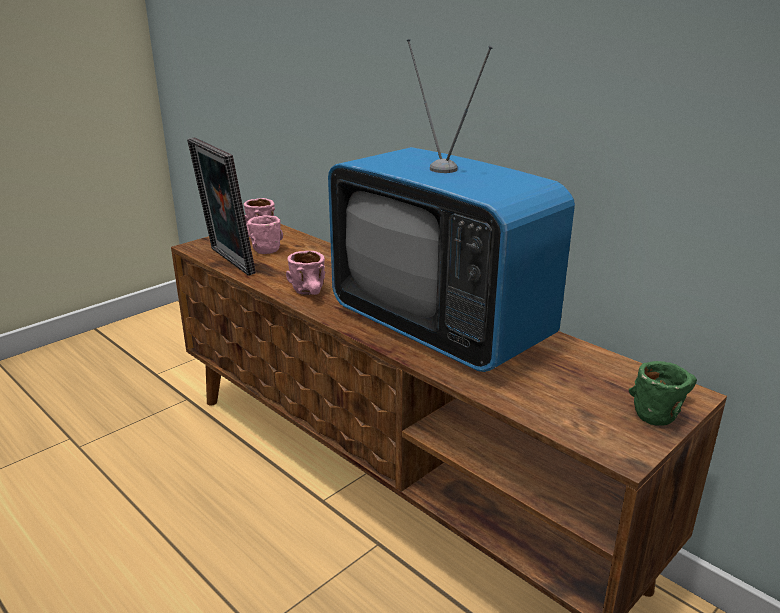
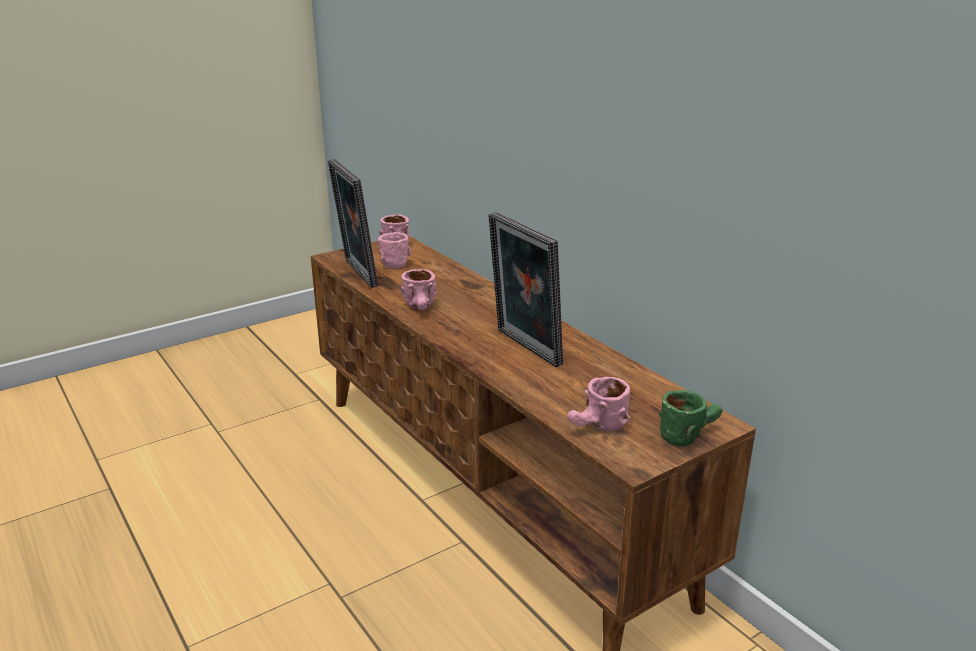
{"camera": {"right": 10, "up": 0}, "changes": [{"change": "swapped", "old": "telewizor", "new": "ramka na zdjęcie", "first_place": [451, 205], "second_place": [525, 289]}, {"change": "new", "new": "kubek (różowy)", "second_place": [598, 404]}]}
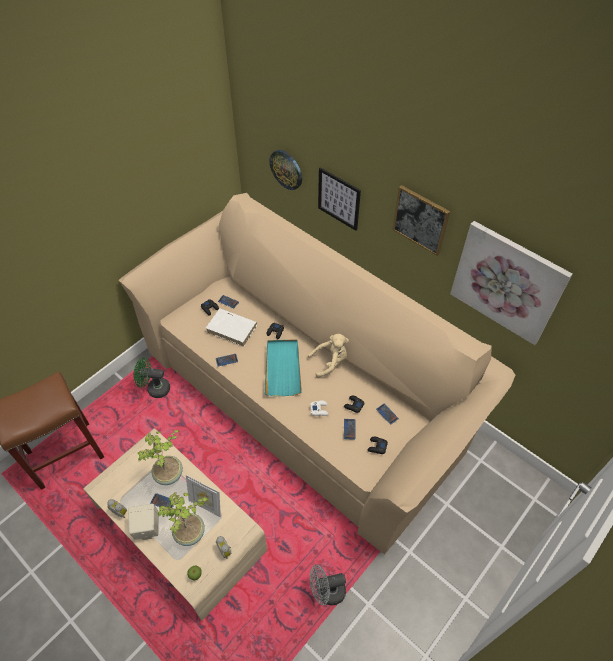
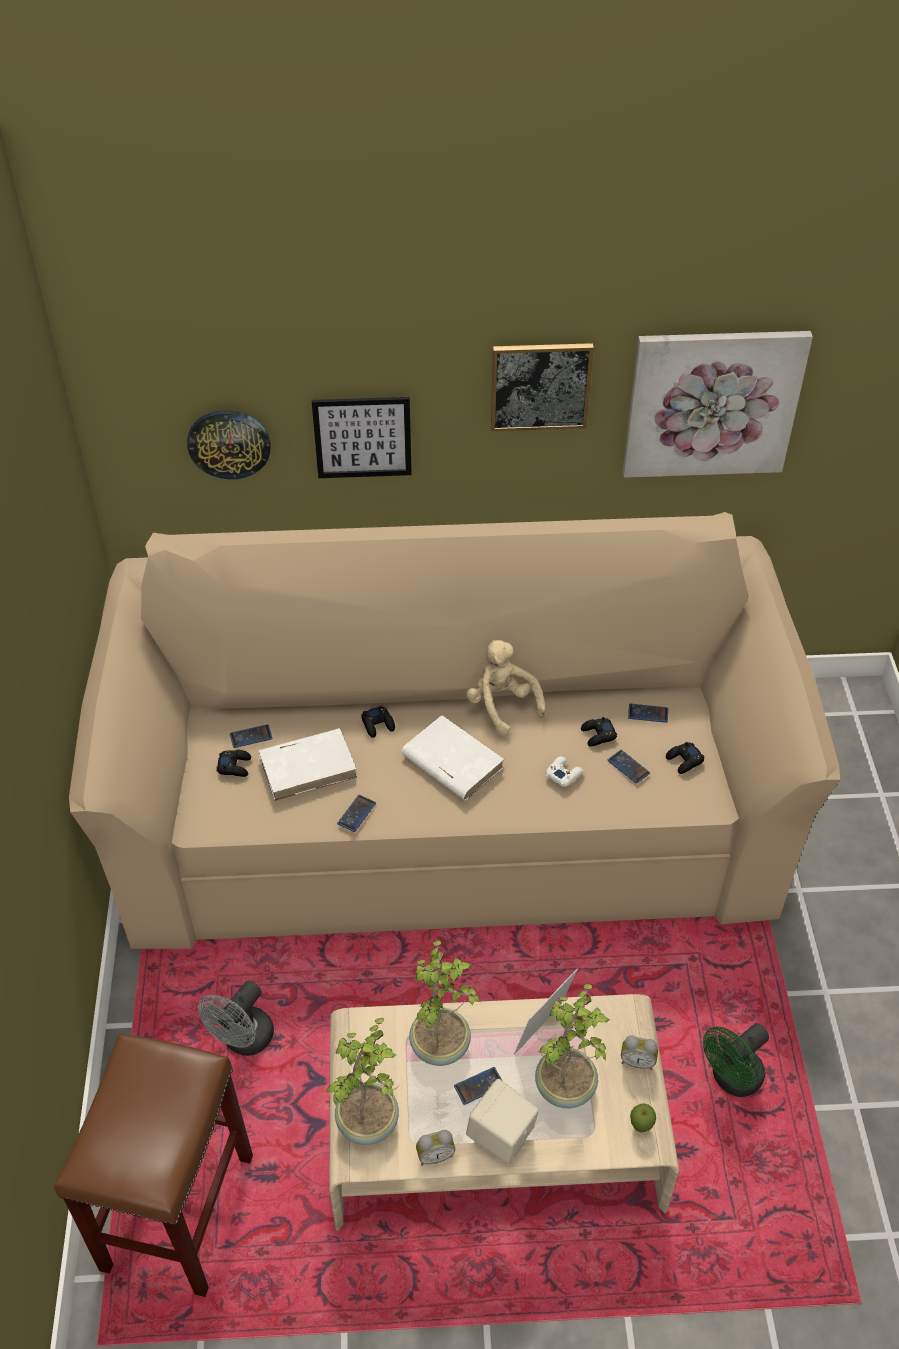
{"camera": {"right": -45, "up": -5}, "changes": [{"change": "shifted", "old": "wentylator (zielony)", "first_place": [152, 377], "second_place": [736, 1060]}, {"change": "rotated", "old": "ramka na zdjęcie", "first_place": [203, 496], "second_place": [546, 1011], "degrees": 150}, {"change": "swapped", "old": "taca (turkusowy)", "new": "książka (biały)", "first_place": [283, 368], "second_place": [452, 757]}, {"change": "rotated", "old": "pluszak (beżowy)", "first_place": [328, 356], "second_place": [506, 687], "degrees": -60}, {"change": "shifted", "old": "wentylator (szary)", "first_place": [328, 585], "second_place": [236, 1018]}, {"change": "new", "new": "roślina doniczkowa", "second_place": [363, 1081]}]}
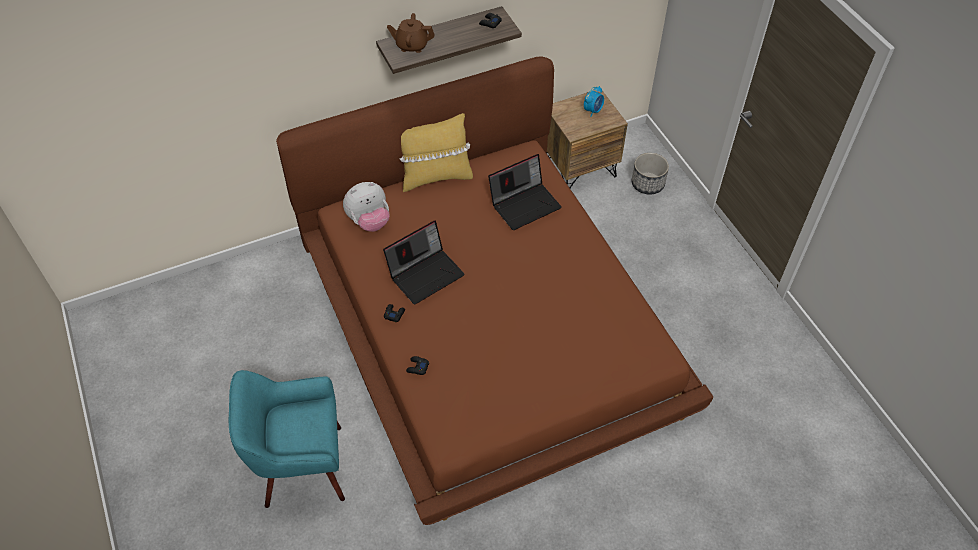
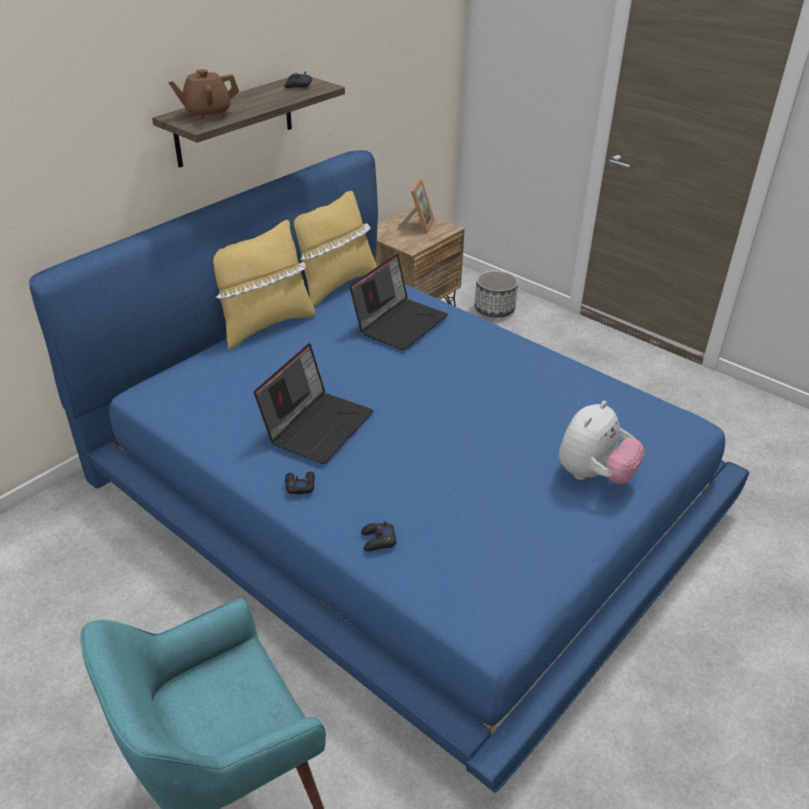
{"camera": {"right": -25, "up": -15}, "changes": [{"change": "repainted", "old": "łóżko (brązowy)", "new": "łóżko (niebieski)", "first_place": [494, 290], "second_place": [389, 471]}, {"change": "shifted", "old": "pluszak", "first_place": [366, 207], "second_place": [602, 442]}, {"change": "swapped", "old": "budzik", "new": "ramka na zdjęcie", "first_place": [594, 101], "second_place": [416, 206]}, {"change": "new", "new": "poduszka (żółty)", "second_place": [335, 248]}]}
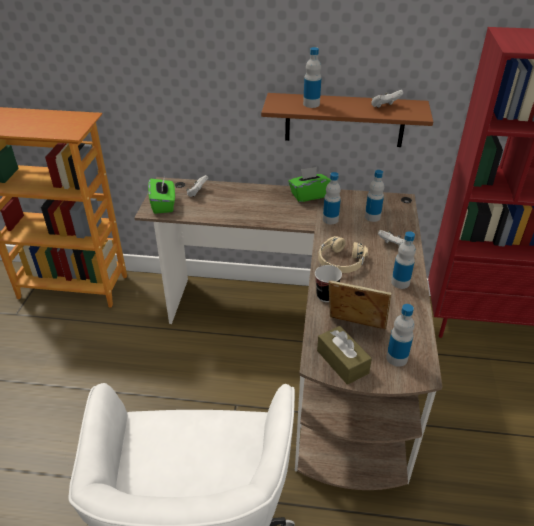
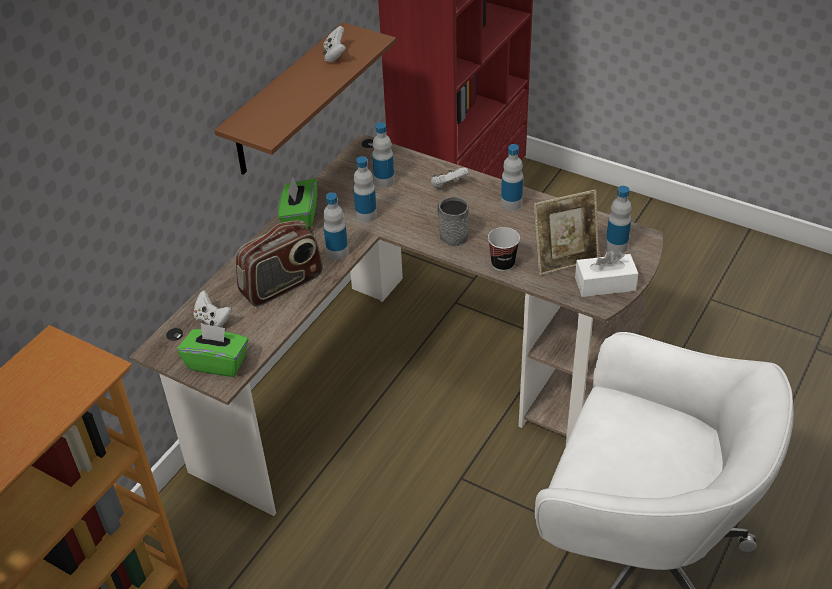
{"camera": {"right": -65, "up": 5}, "changes": [{"change": "shifted", "old": "butelka", "first_place": [312, 77], "second_place": [335, 226]}, {"change": "repainted", "old": "pudełko chusteczek (brązowy)", "new": "pudełko chusteczek (biały)", "first_place": [344, 355], "second_place": [607, 273]}, {"change": "swapped", "old": "słuchawki (beżowy)", "new": "kubek (szary)", "first_place": [343, 254], "second_place": [453, 221]}, {"change": "rotated", "old": "ramka na zdjęcie", "first_place": [359, 305], "second_place": [566, 232], "degrees": -150}, {"change": "new", "new": "radio", "second_place": [279, 263]}]}
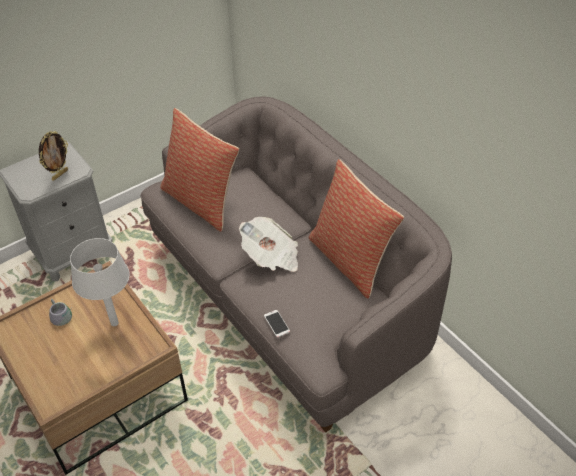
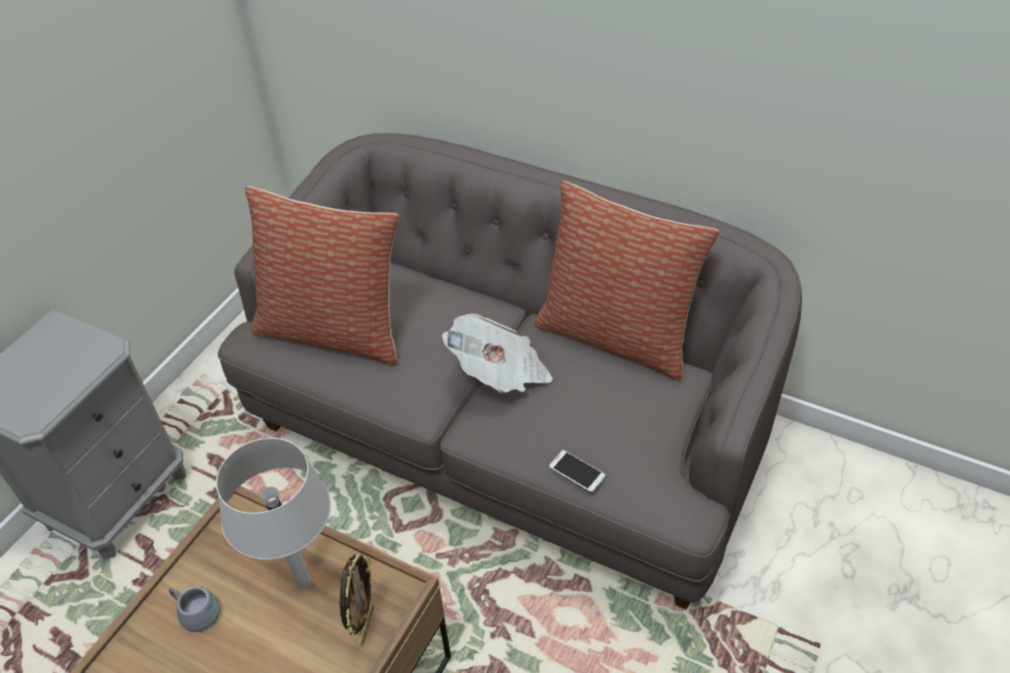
{"camera": {"right": -25, "up": 0}, "changes": [{"change": "shifted", "old": "ramka na zdjęcie", "first_place": [53, 156], "second_place": [357, 600]}]}
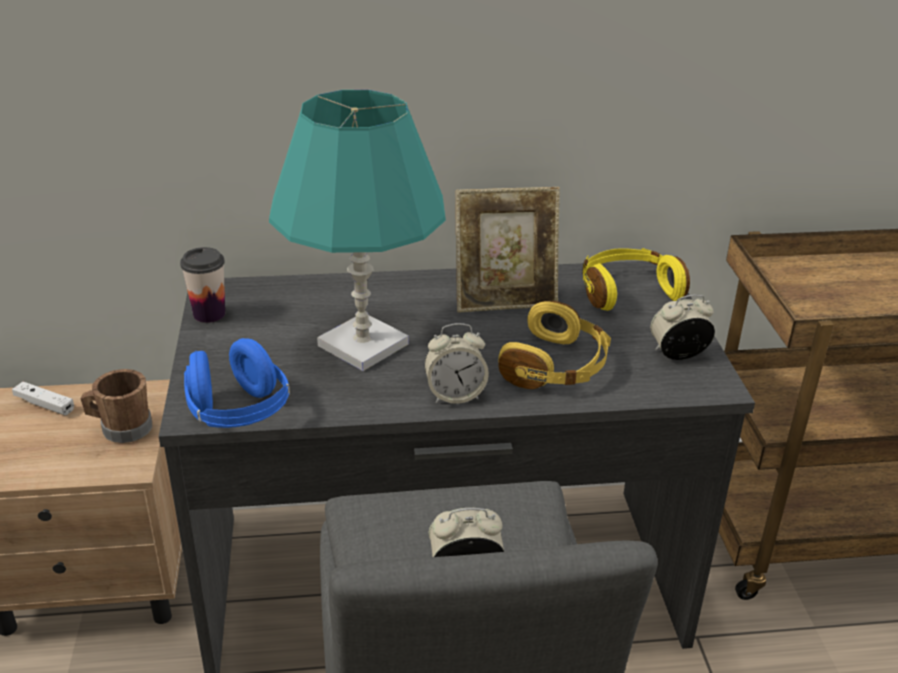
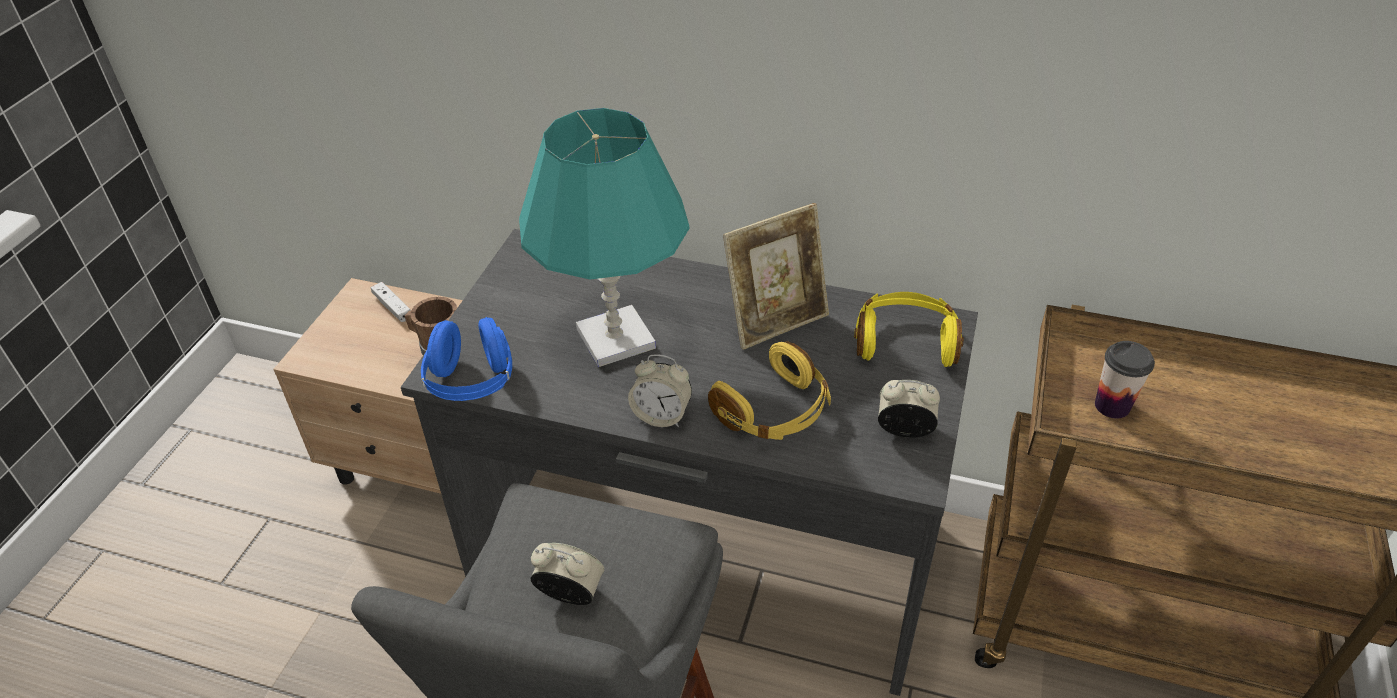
{"camera": {"right": 25, "up": 10}, "changes": [{"change": "shifted", "old": "filiżanka", "first_place": [202, 285], "second_place": [1125, 380]}, {"change": "rotated", "old": "ramka na zdjęcie", "first_place": [507, 249], "second_place": [776, 276], "degrees": -45}]}
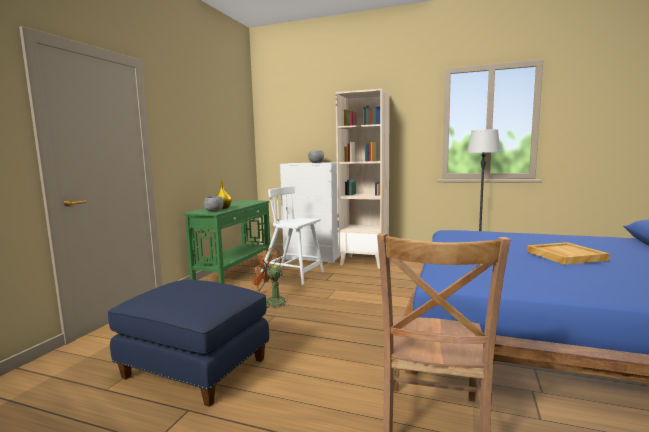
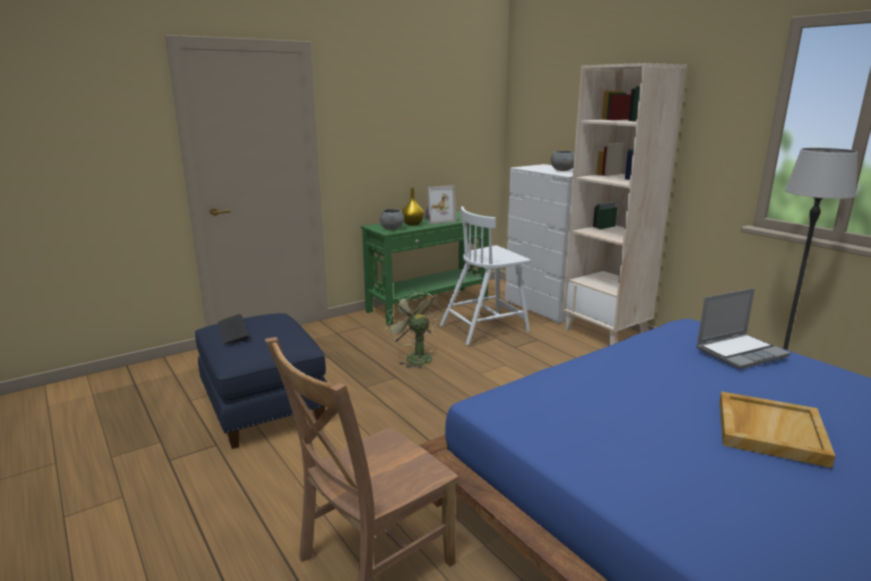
{"camera": {"right": 35, "up": 10}, "changes": [{"change": "repainted", "old": "wentylator (pomarańczowy)", "new": "wentylator (zielony)", "first_place": [268, 277], "second_place": [412, 329]}, {"change": "rotated", "old": "krzesło (biały)", "first_place": [292, 235], "second_place": [485, 275], "degrees": -90}, {"change": "new", "new": "klawiatura", "second_place": [233, 329]}, {"change": "new", "new": "ramka na zdjęcie", "second_place": [439, 204]}, {"change": "new", "new": "laptop", "second_place": [743, 328]}]}
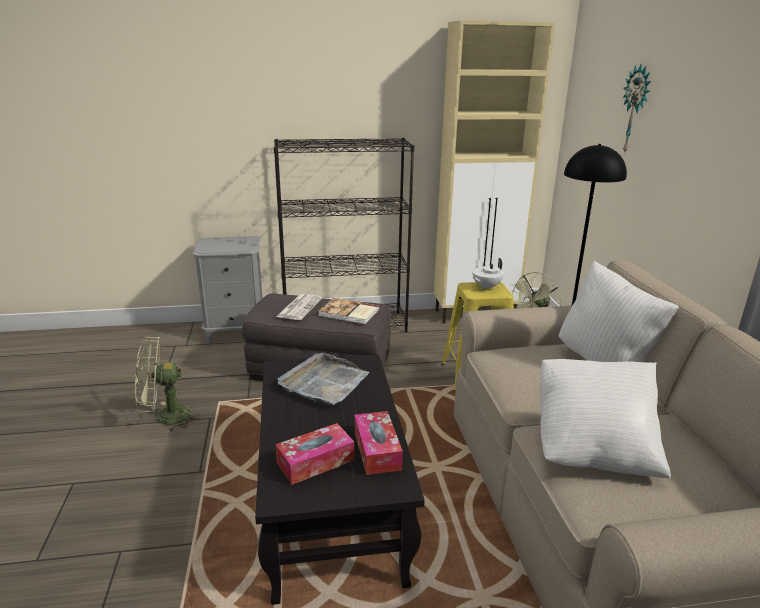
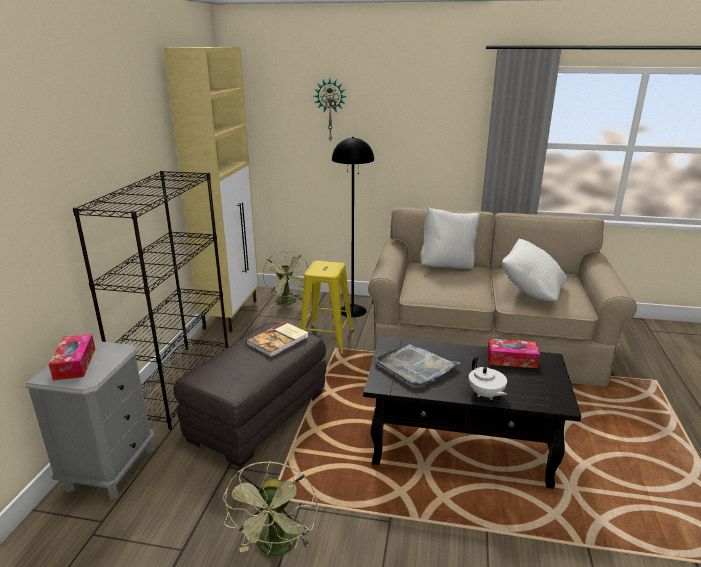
{"camera": {"right": -70, "up": 0}, "changes": [{"change": "gone", "old": "gazeta", "first_place": [299, 307]}, {"change": "shifted", "old": "pudełko chusteczek", "first_place": [315, 454], "second_place": [72, 357]}, {"change": "shifted", "old": "imbryk (biały)", "first_place": [488, 273], "second_place": [488, 378]}]}
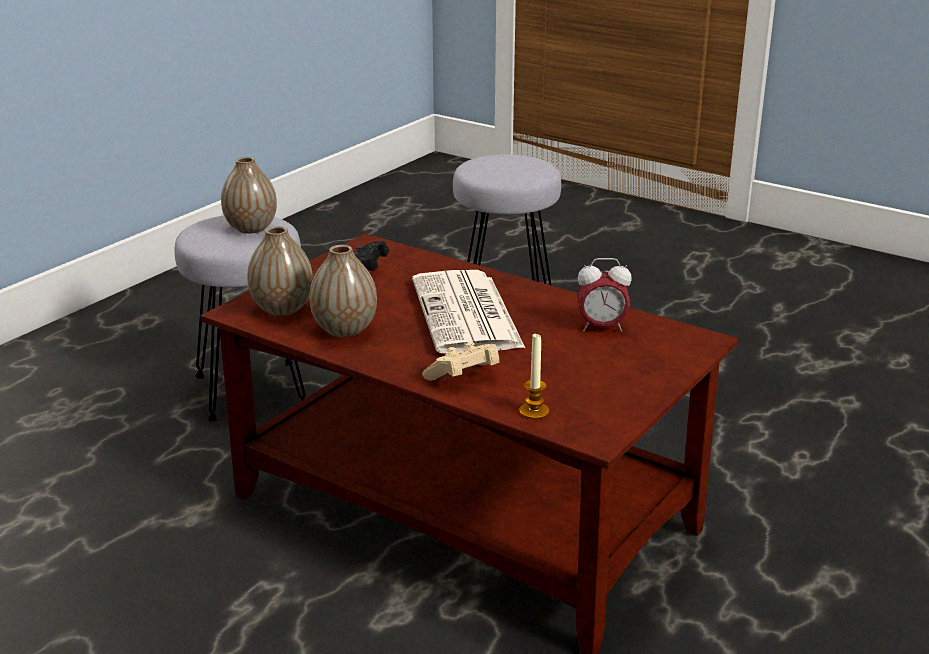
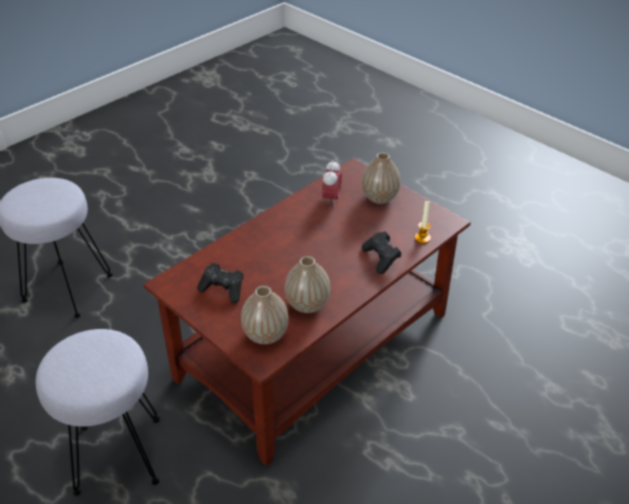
{"camera": {"right": -80, "up": 15}, "changes": [{"change": "shifted", "old": "wazon", "first_place": [249, 195], "second_place": [381, 178]}, {"change": "gone", "old": "gazeta", "first_place": [468, 312]}, {"change": "repainted", "old": "pad do gier (beżowy)", "new": "pad do gier (czarny)", "first_place": [460, 361], "second_place": [381, 252]}]}
